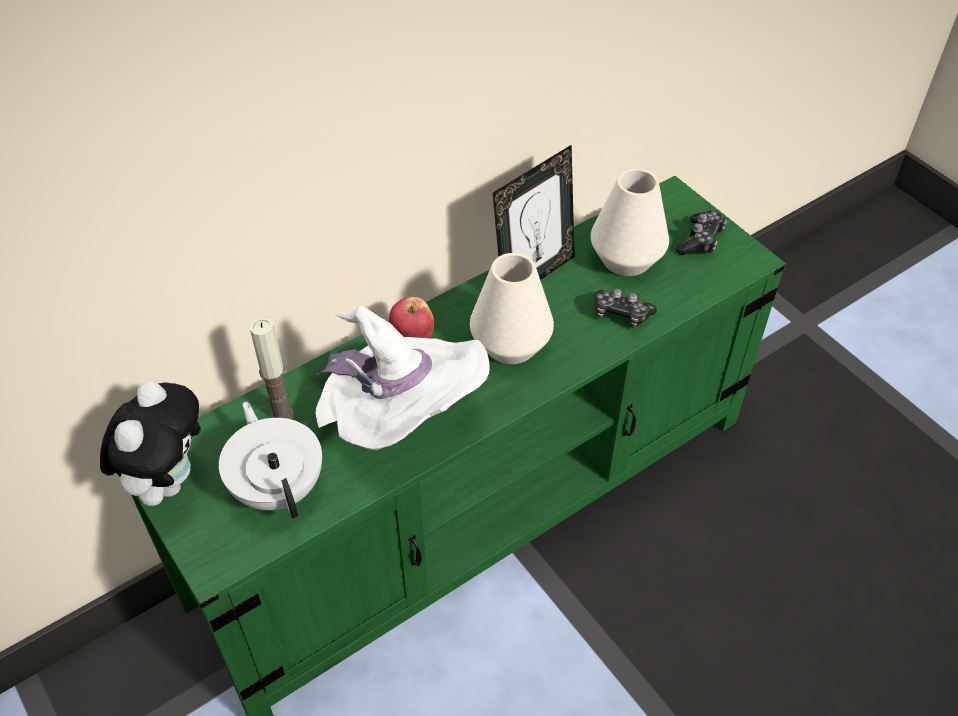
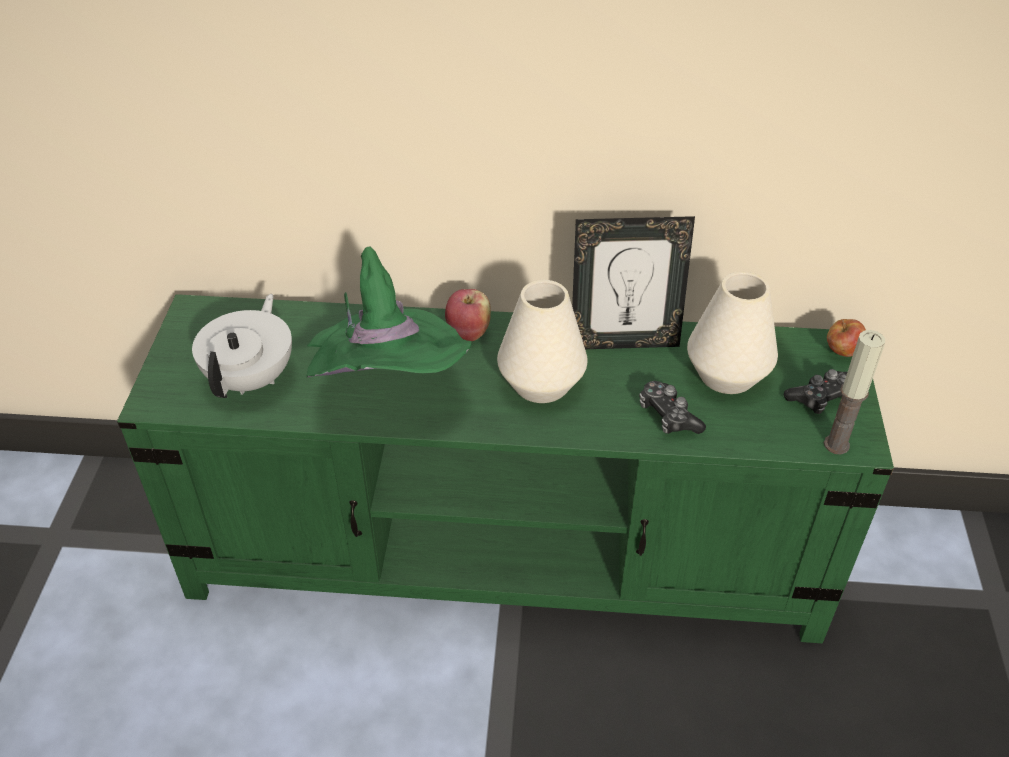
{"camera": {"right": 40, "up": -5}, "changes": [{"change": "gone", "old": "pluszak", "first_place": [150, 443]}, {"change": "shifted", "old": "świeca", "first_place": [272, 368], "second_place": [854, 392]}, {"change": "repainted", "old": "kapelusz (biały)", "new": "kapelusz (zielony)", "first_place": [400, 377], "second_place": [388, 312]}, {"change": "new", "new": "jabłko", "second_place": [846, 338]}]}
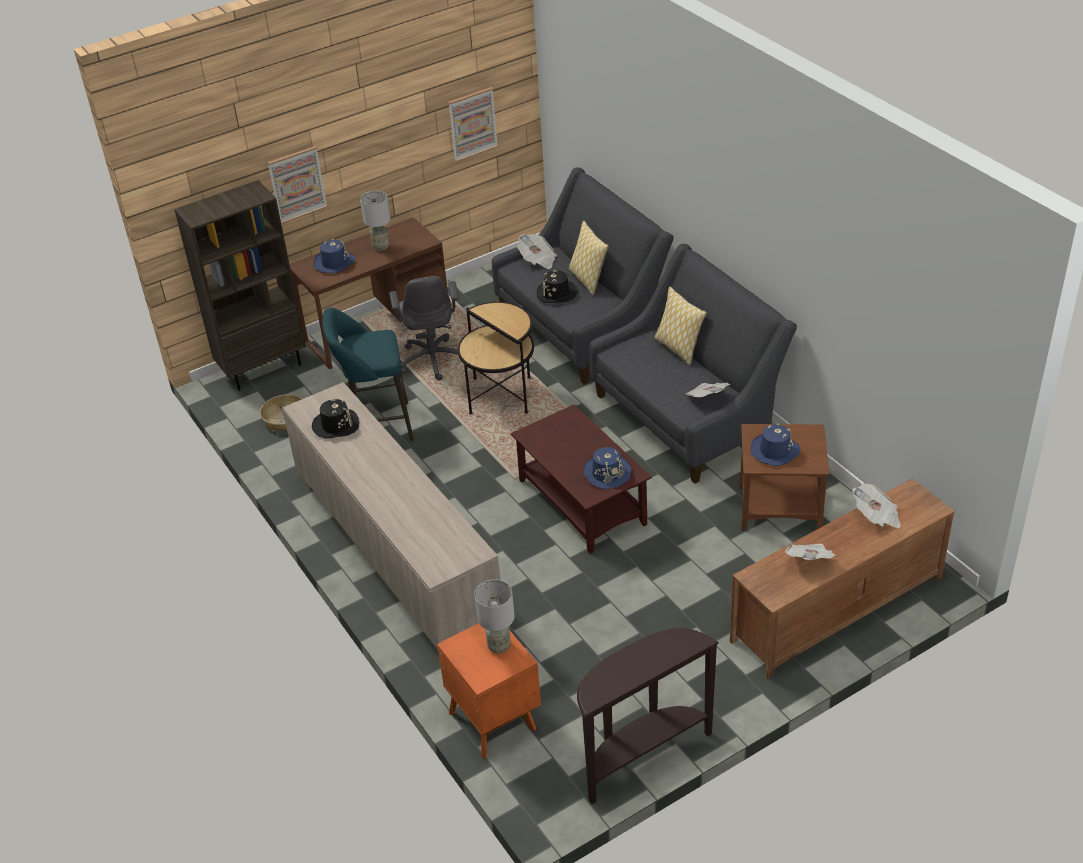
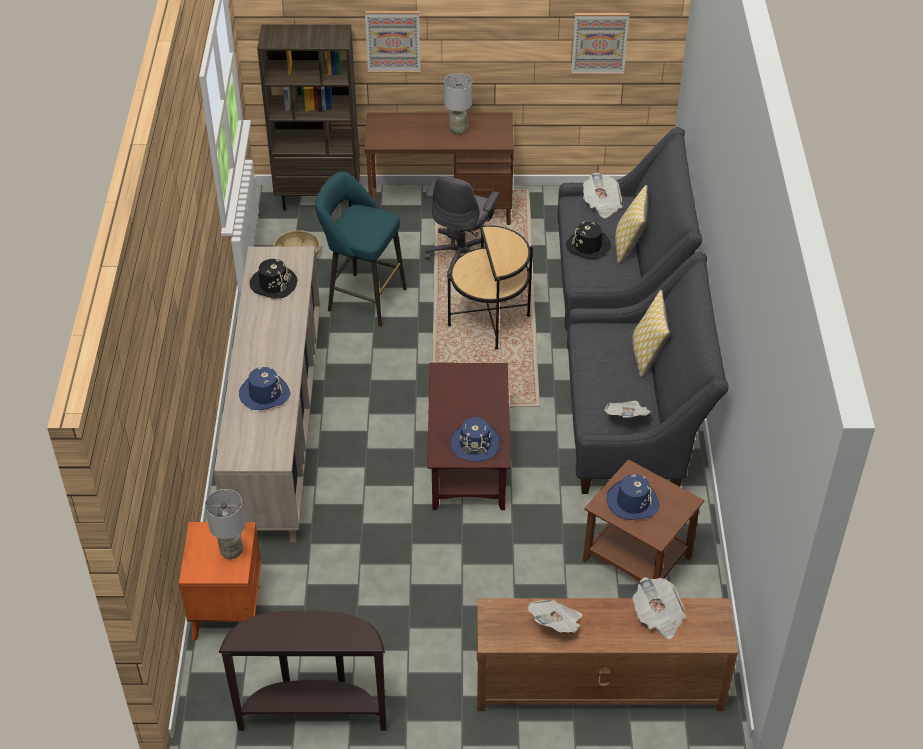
{"camera": {"right": 30, "up": 5}, "changes": [{"change": "shifted", "old": "kapelusz (niebieski)", "first_place": [334, 256], "second_place": [264, 388]}]}
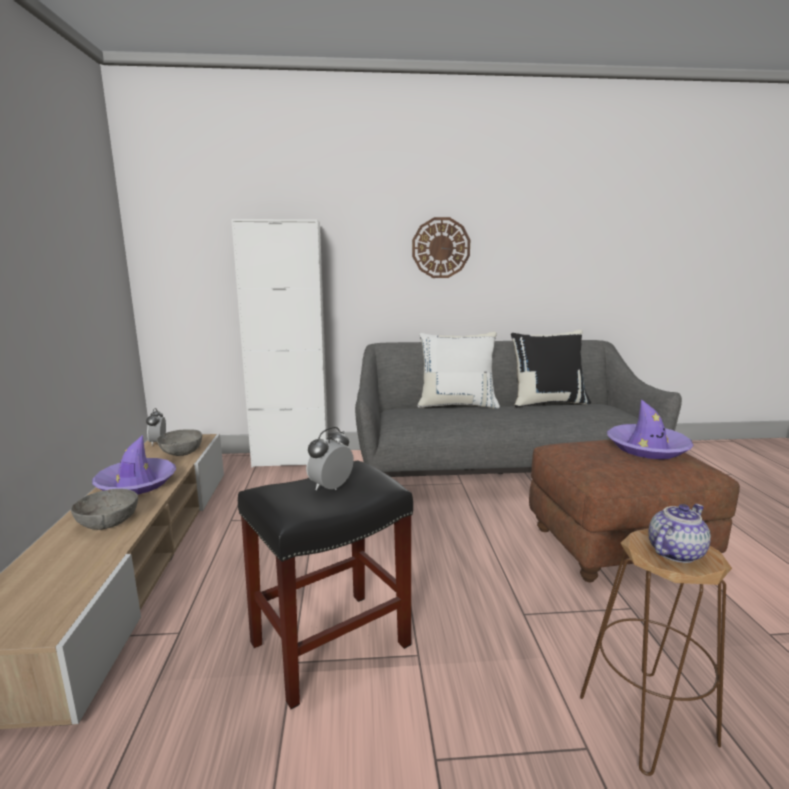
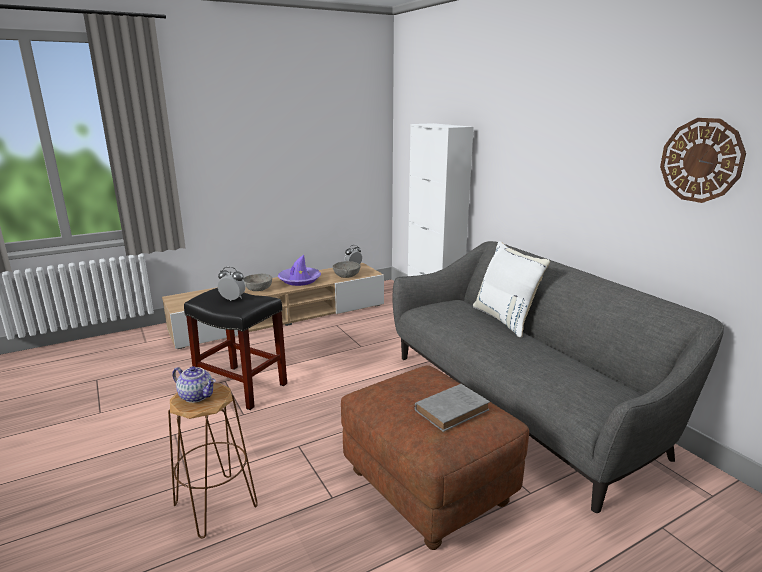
{"camera": {"right": 65, "up": 5}, "changes": [{"change": "shifted", "old": "zegar ścienny", "first_place": [441, 247], "second_place": [703, 160]}, {"change": "gone", "old": "poduszka (czarny)", "first_place": [551, 369]}, {"change": "swapped", "old": "kapelusz (fioletowy)", "new": "książka (szary)", "first_place": [650, 429], "second_place": [452, 408]}]}
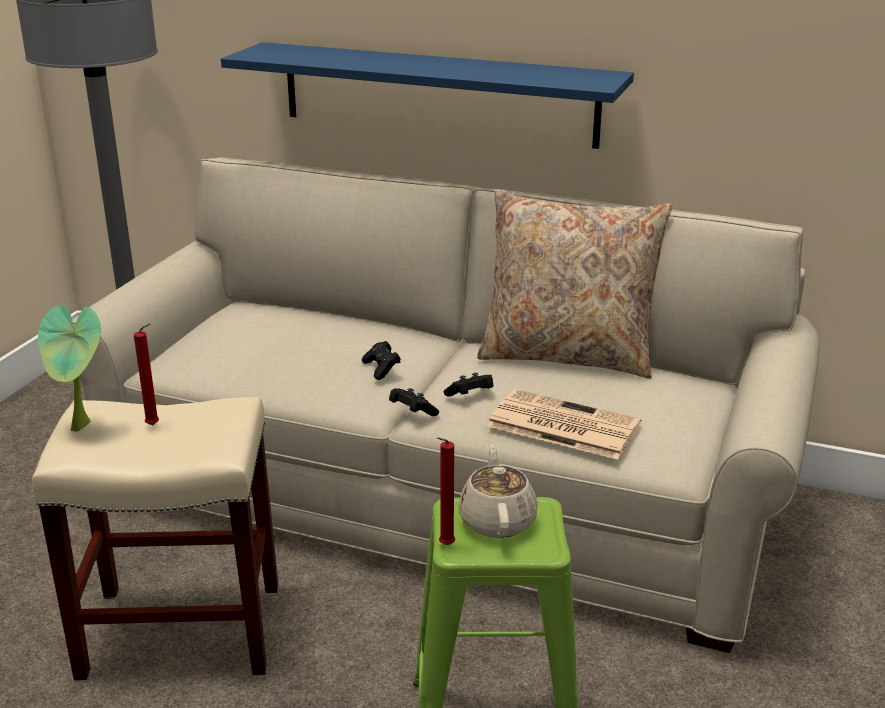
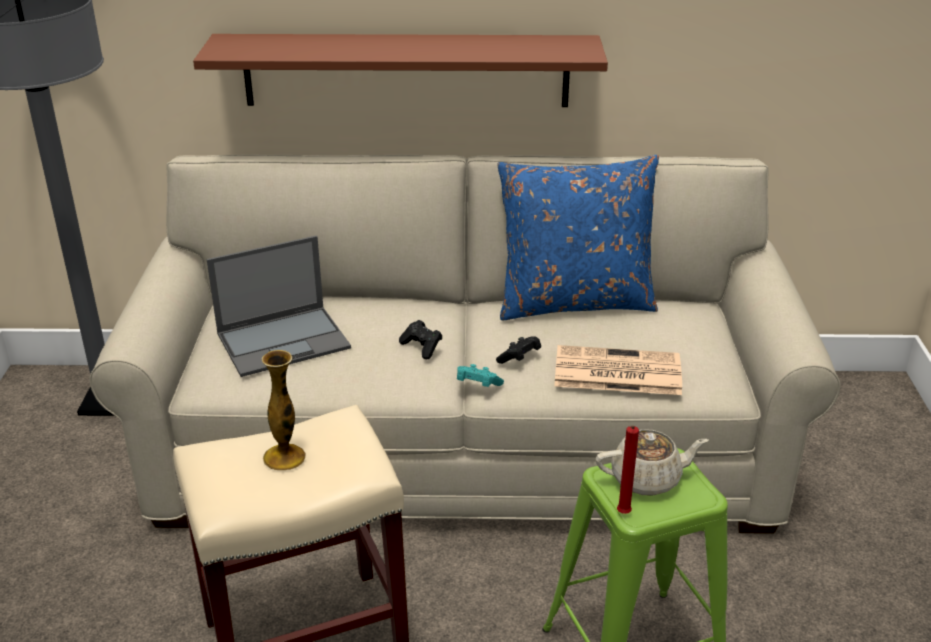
{"camera": {"right": -20, "up": 5}, "changes": [{"change": "gone", "old": "roślina doniczkowa", "first_place": [69, 368]}, {"change": "swapped", "old": "świeca (czerwony)", "new": "wazon", "first_place": [146, 374], "second_place": [284, 410]}, {"change": "repainted", "old": "półka (niebieski)", "new": "półka (brązowy)", "first_place": [427, 95], "second_place": [400, 70]}, {"change": "repainted", "old": "pad do gier (czarny)", "new": "pad do gier (turkusowy)", "first_place": [414, 402], "second_place": [480, 375]}, {"change": "rotated", "old": "imbryk (beżowy)", "first_place": [498, 491], "second_place": [652, 462], "degrees": 105}, {"change": "repainted", "old": "poduszka (beżowy)", "new": "poduszka (niebieski)", "first_place": [574, 285], "second_place": [578, 237]}, {"change": "new", "new": "laptop", "second_place": [279, 306]}]}
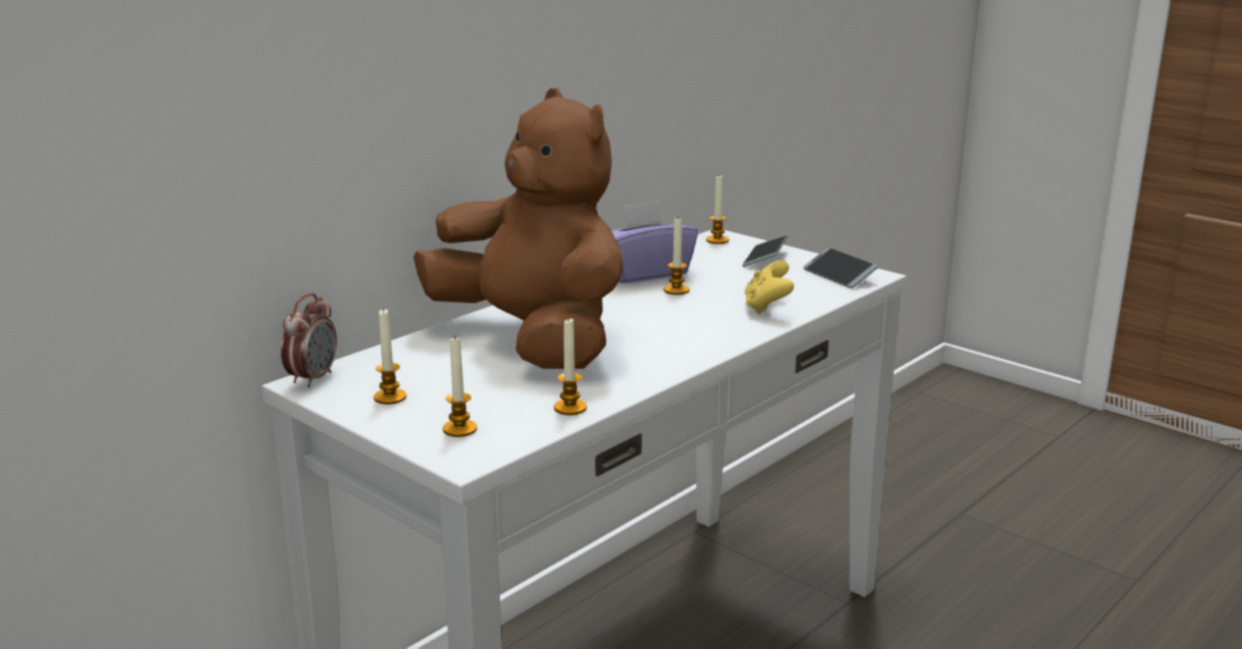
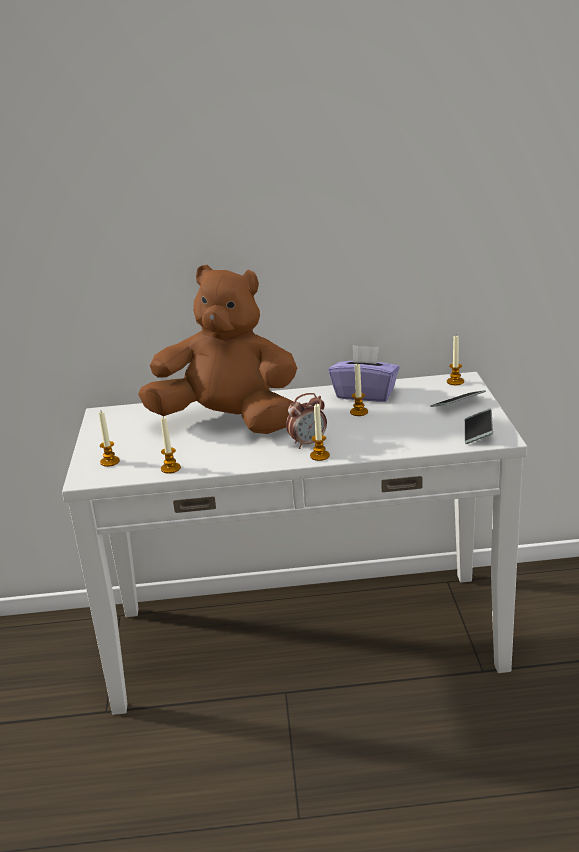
{"camera": {"right": 45, "up": 5}, "changes": [{"change": "shifted", "old": "budzik", "first_place": [309, 340], "second_place": [306, 421]}, {"change": "shifted", "old": "świeca", "first_place": [390, 356], "second_place": [320, 432]}, {"change": "rotated", "old": "pluszak (brązowy)", "first_place": [519, 228], "second_place": [217, 349], "degrees": -75}, {"change": "gone", "old": "pad do gier (żółty)", "first_place": [769, 287]}]}
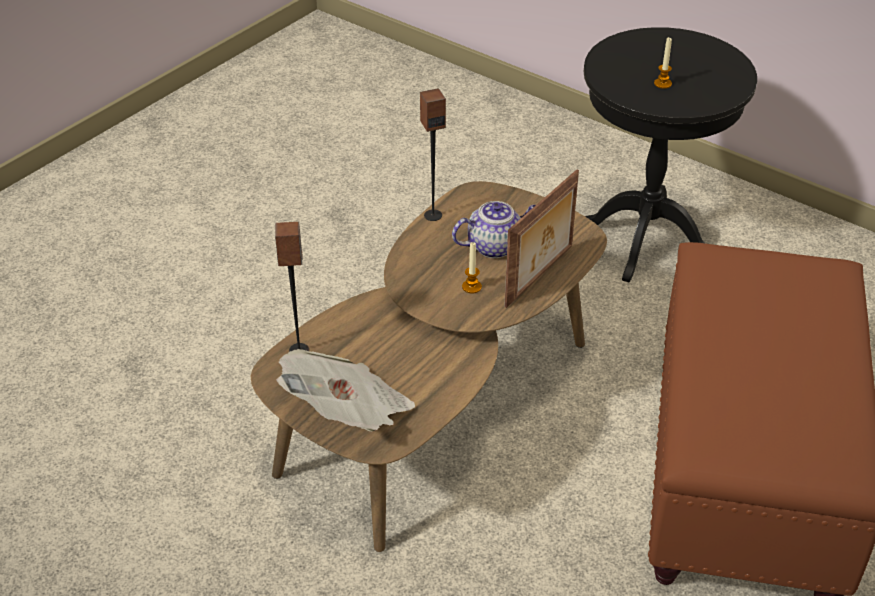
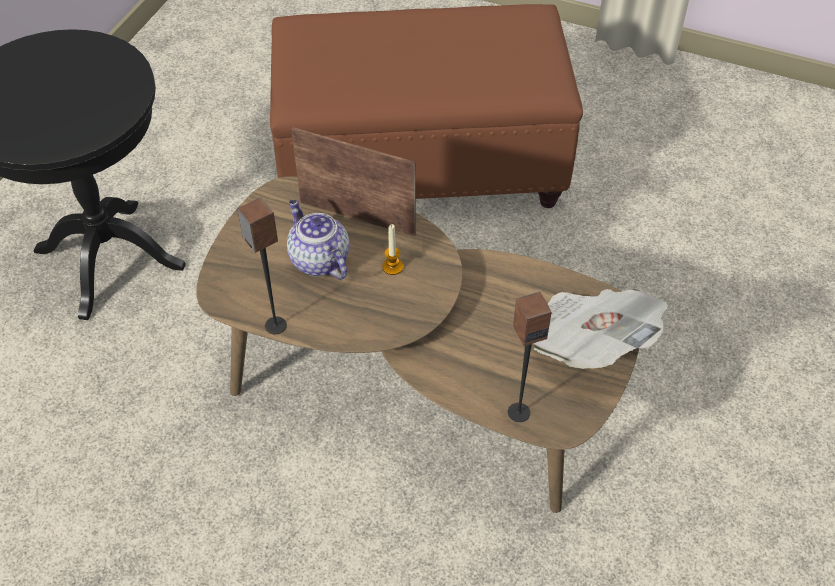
{"camera": {"right": -105, "up": 10}, "changes": [{"change": "gone", "old": "świeca", "first_place": [663, 63]}]}
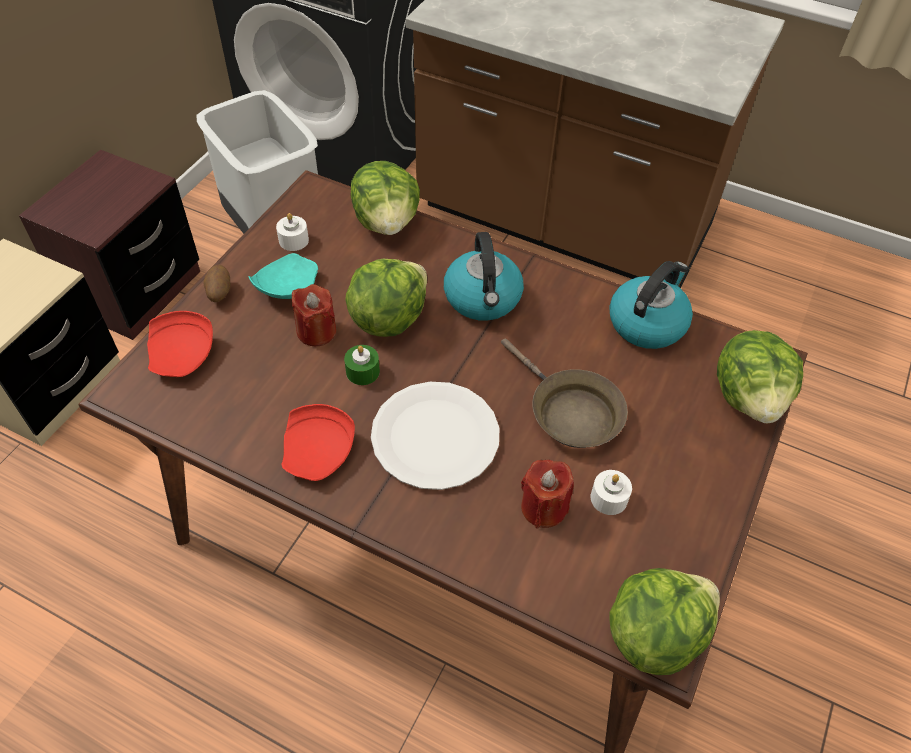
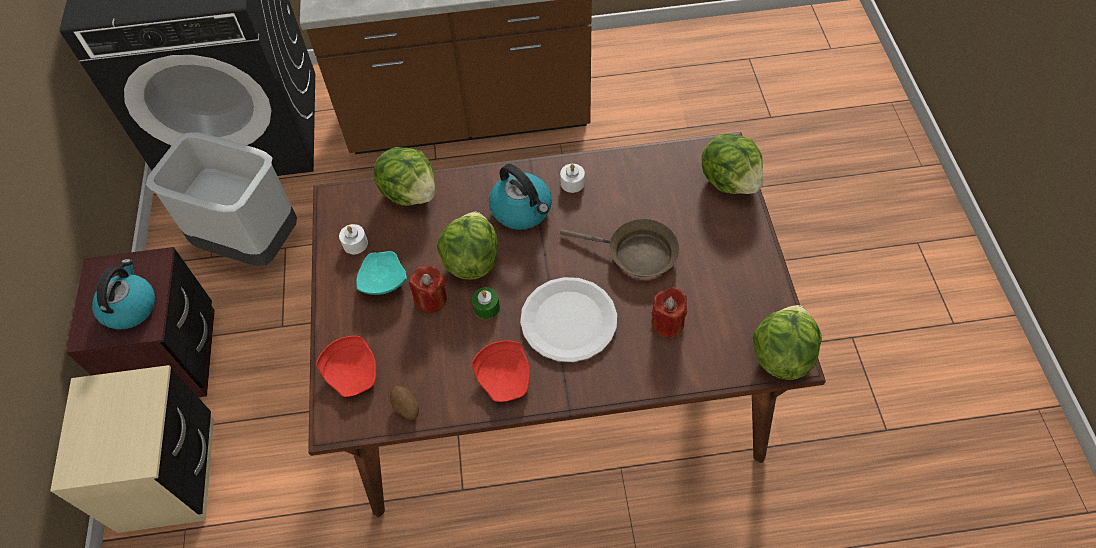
{"camera": {"right": -30, "up": 5}, "changes": [{"change": "shifted", "old": "ziemniak", "first_place": [217, 283], "second_place": [404, 403]}, {"change": "shifted", "old": "świeca (biały)", "first_place": [611, 492], "second_place": [572, 178]}, {"change": "shifted", "old": "czajnik", "first_place": [651, 305], "second_place": [123, 294]}]}
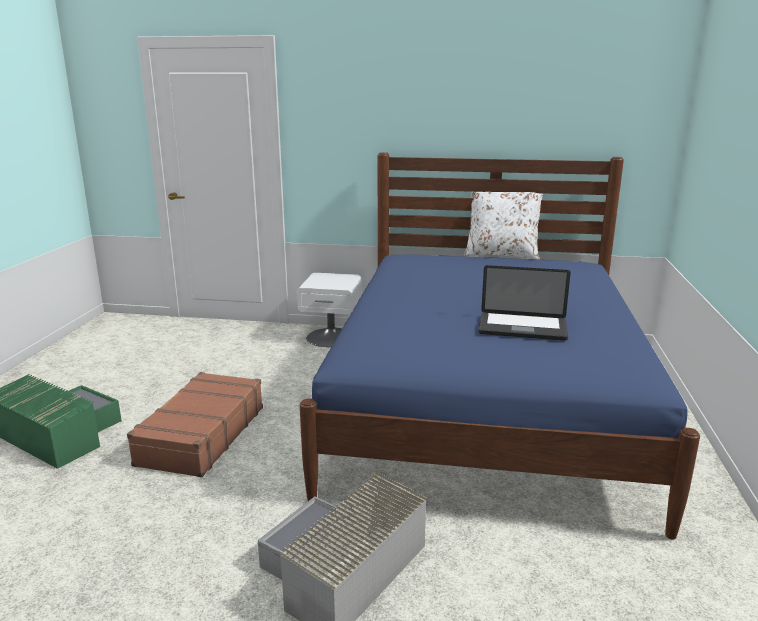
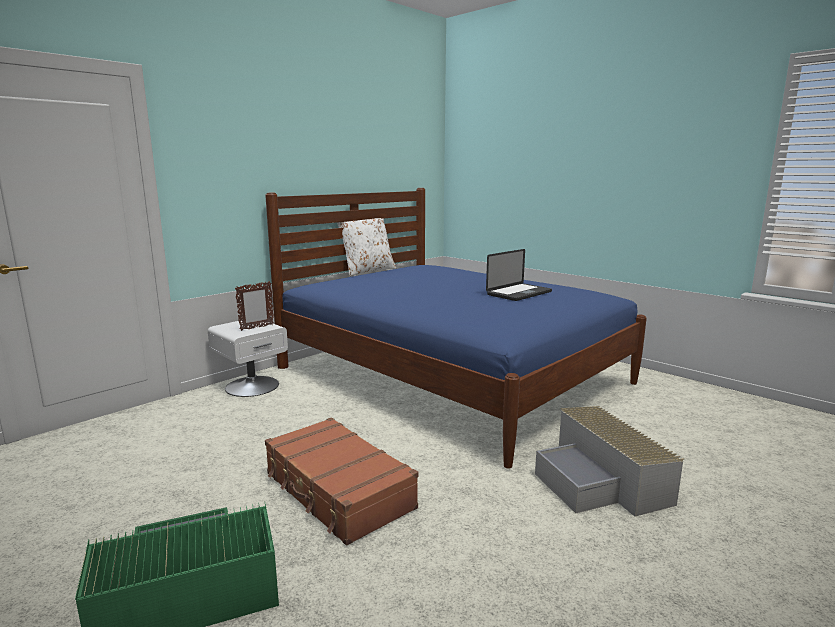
{"camera": {"right": -55, "up": -5}, "changes": [{"change": "new", "new": "ramka na zdjęcie", "second_place": [254, 306]}]}
